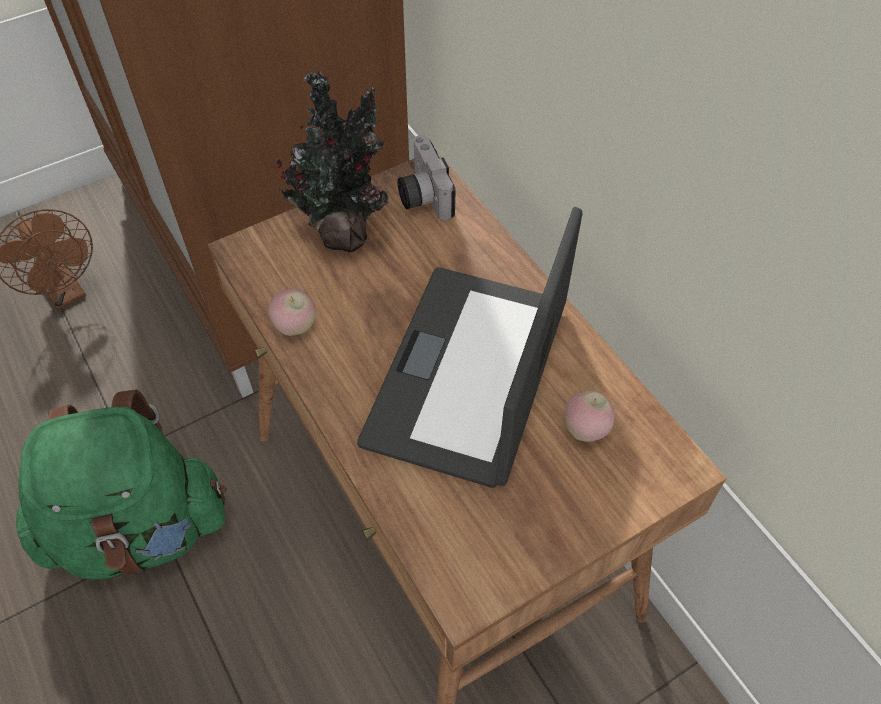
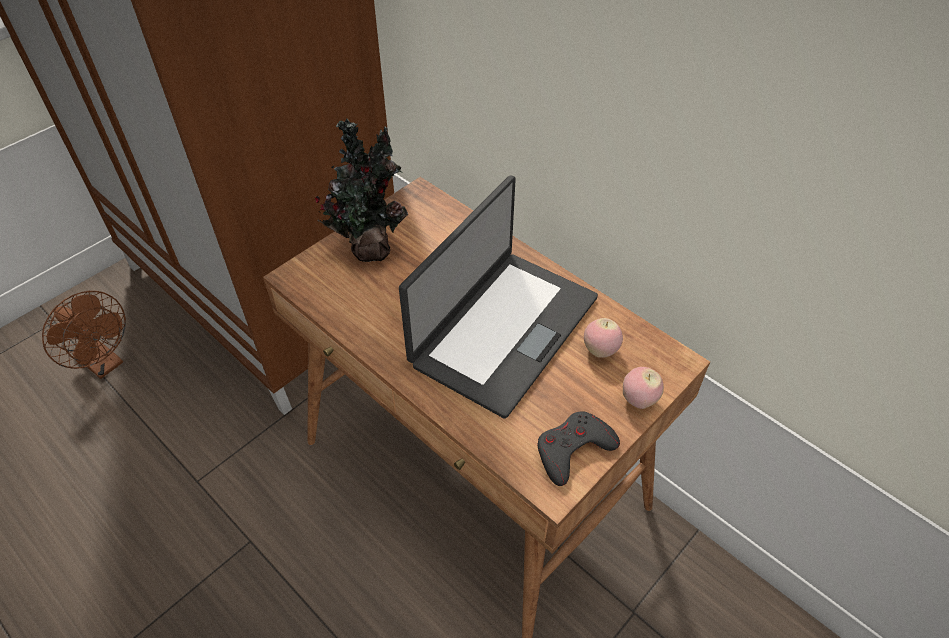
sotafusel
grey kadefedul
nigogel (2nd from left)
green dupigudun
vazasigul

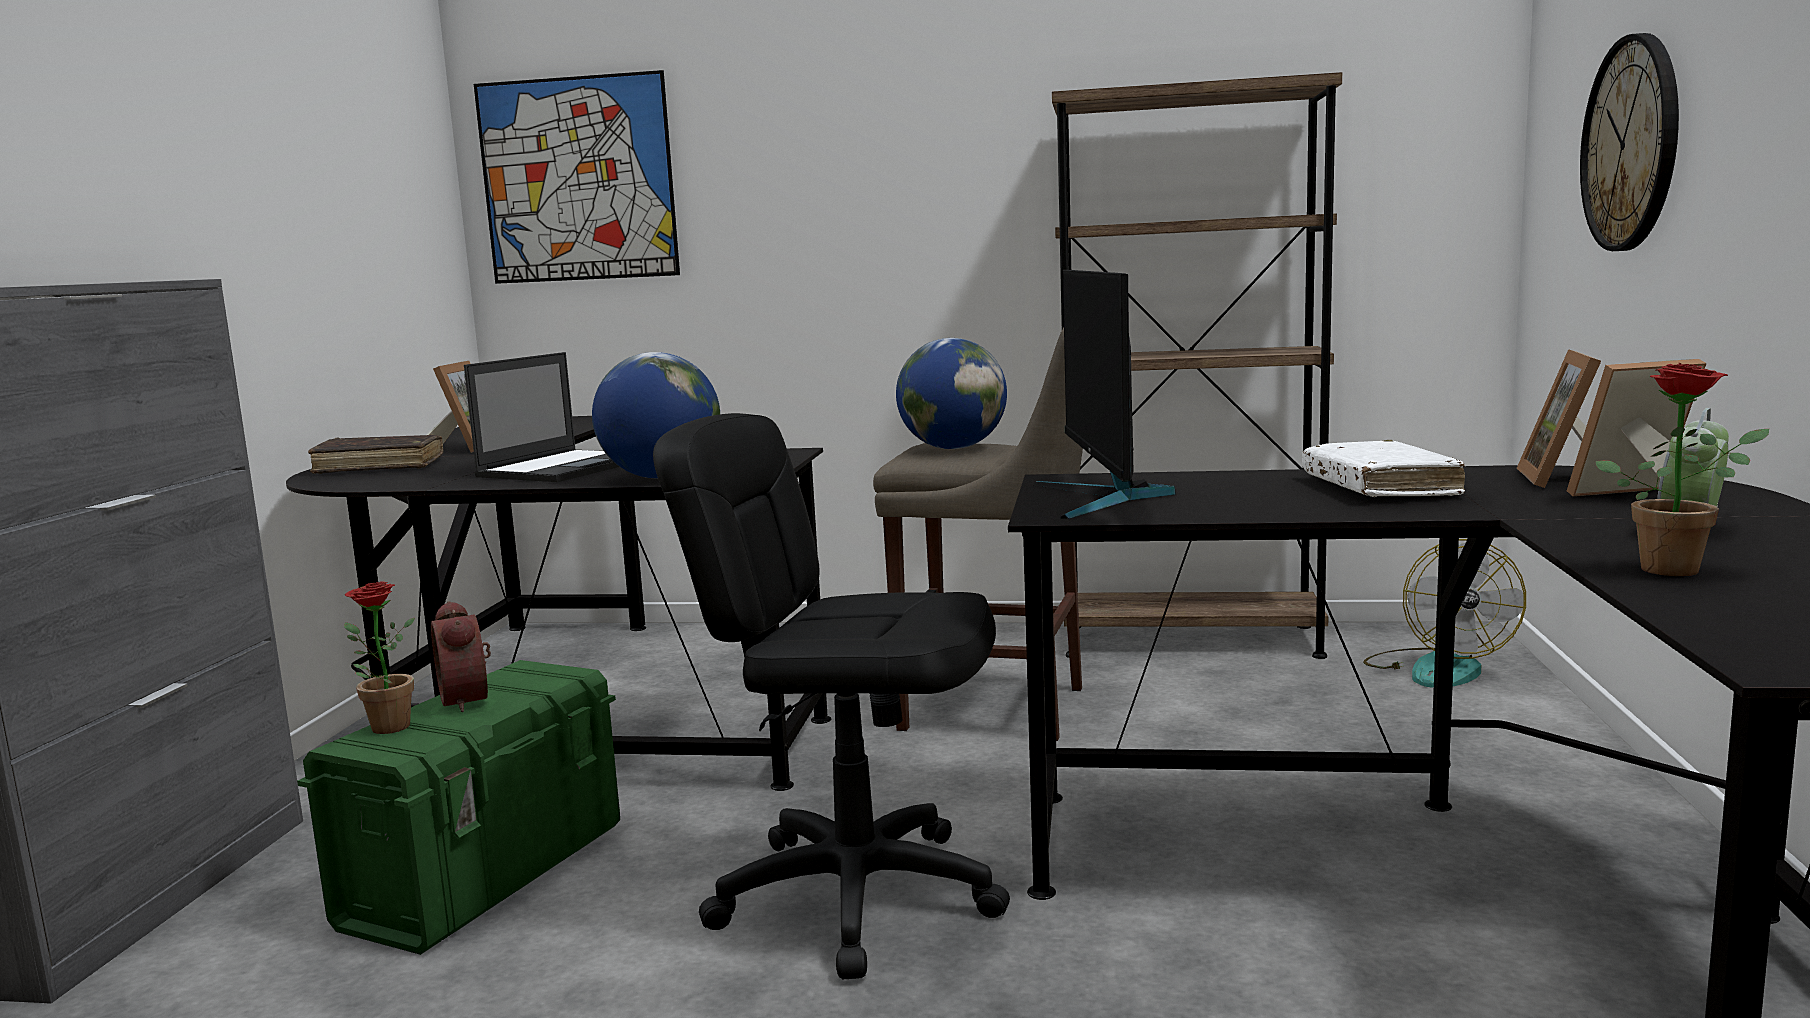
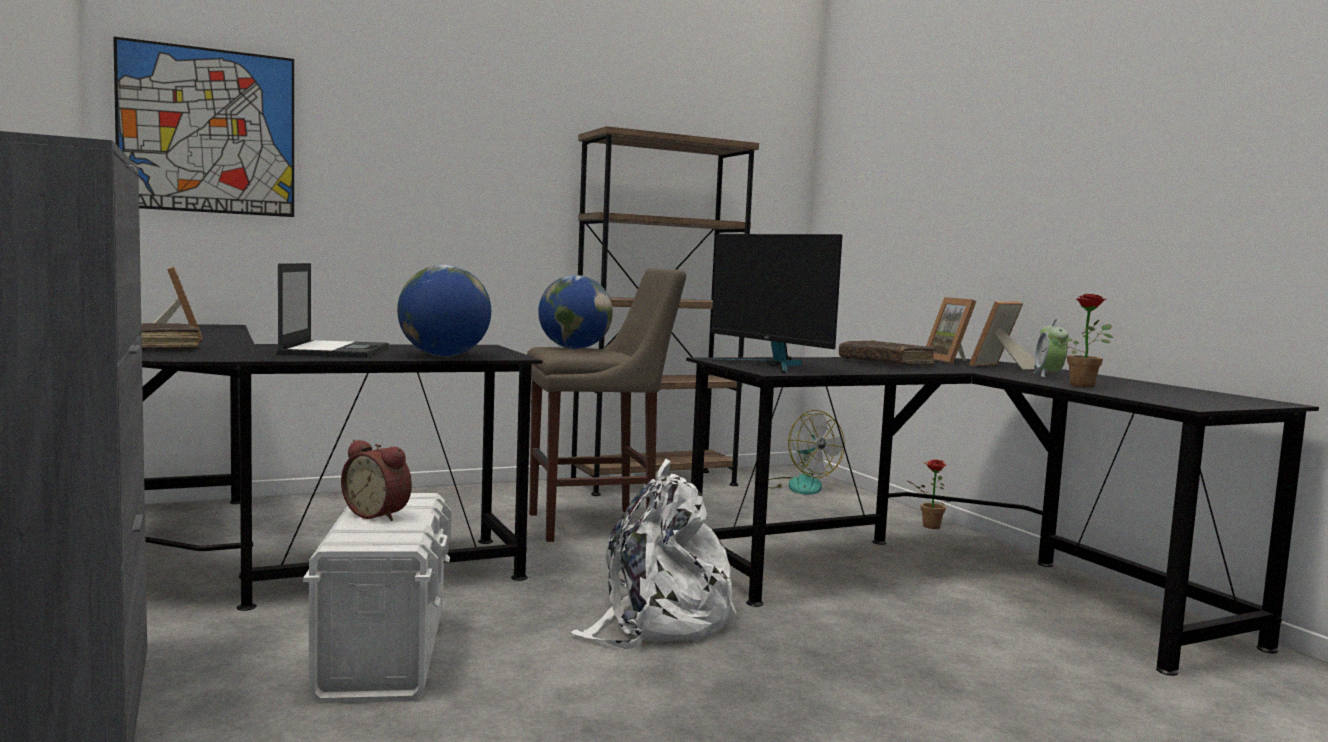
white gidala
white dupigudun
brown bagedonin (2nd from left)
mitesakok (1st from left)
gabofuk

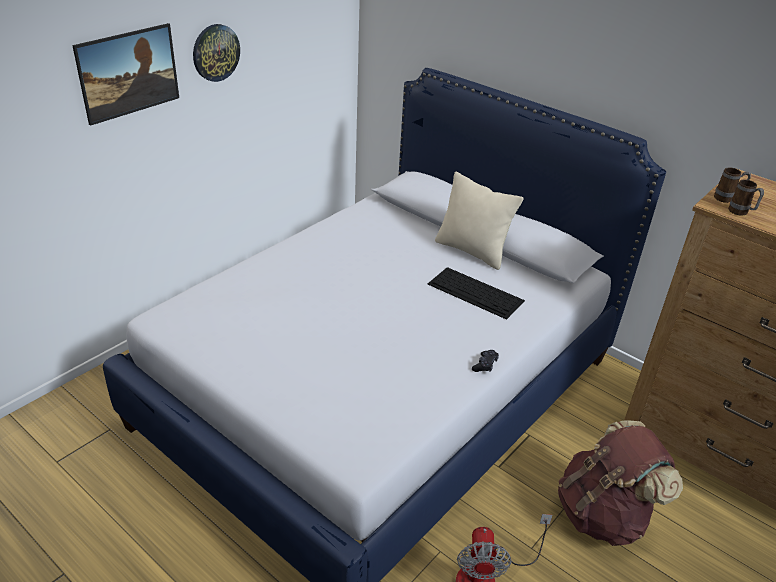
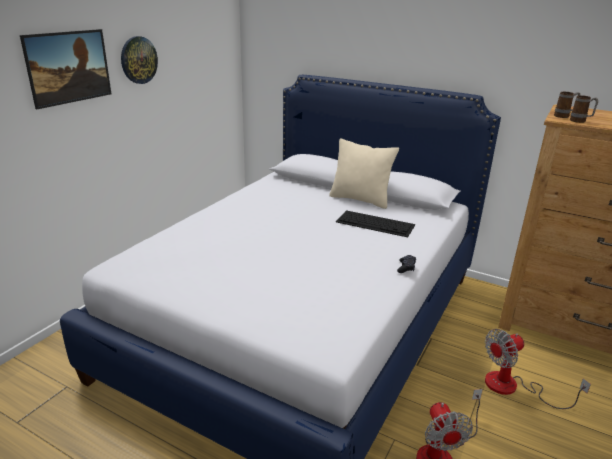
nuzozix (2nd from left)

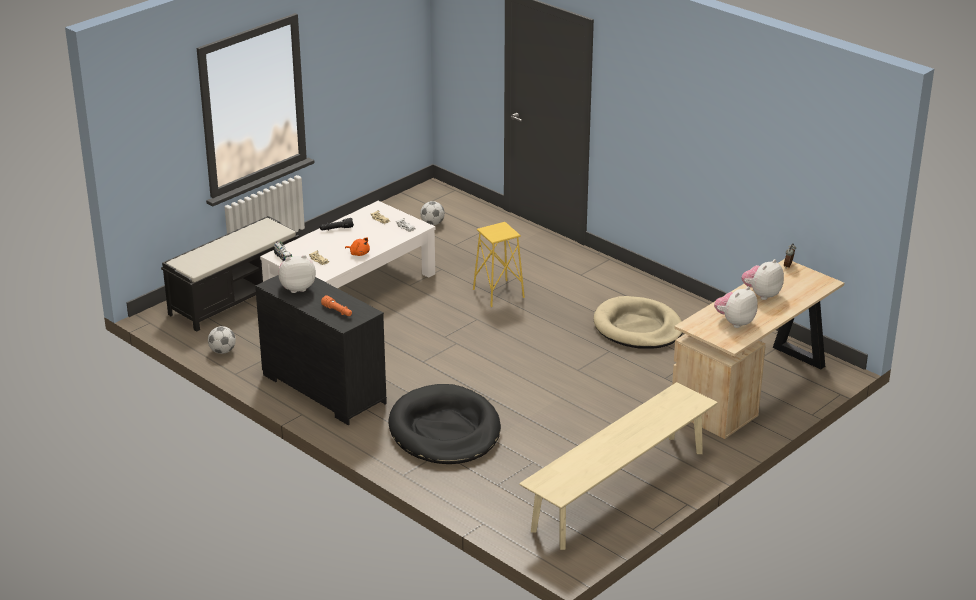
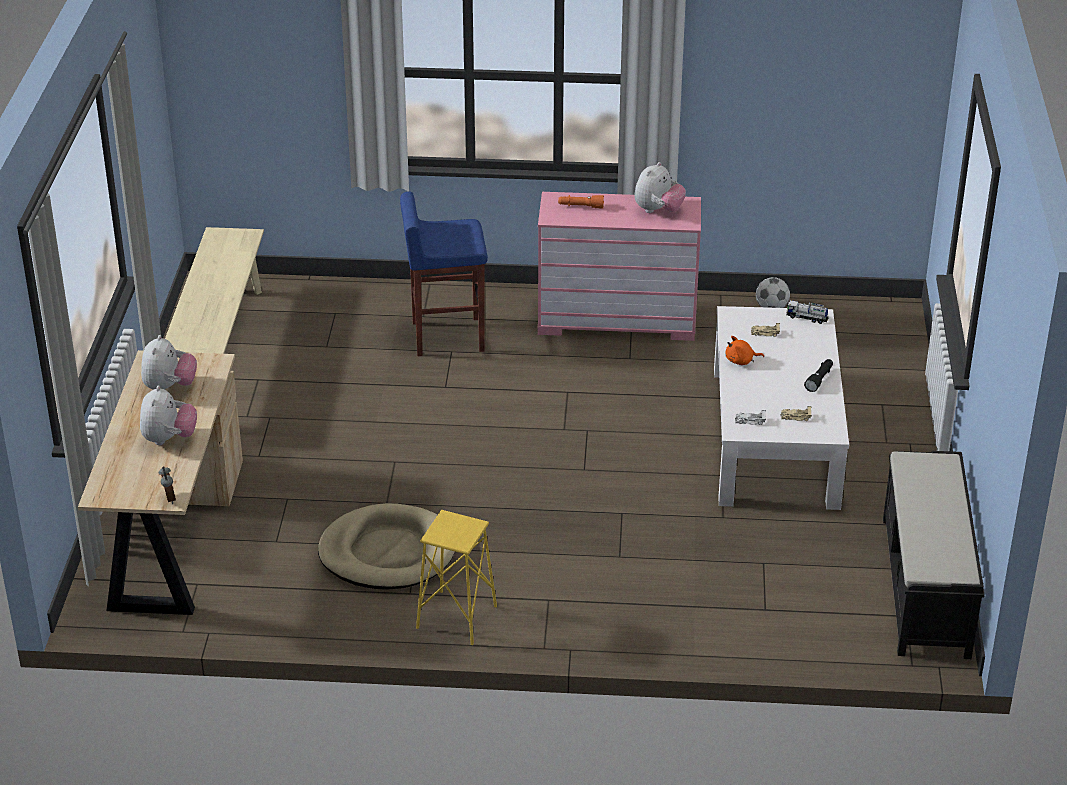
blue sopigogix
yellow sopigogix
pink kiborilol
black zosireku
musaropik (2nd from left in the first image)

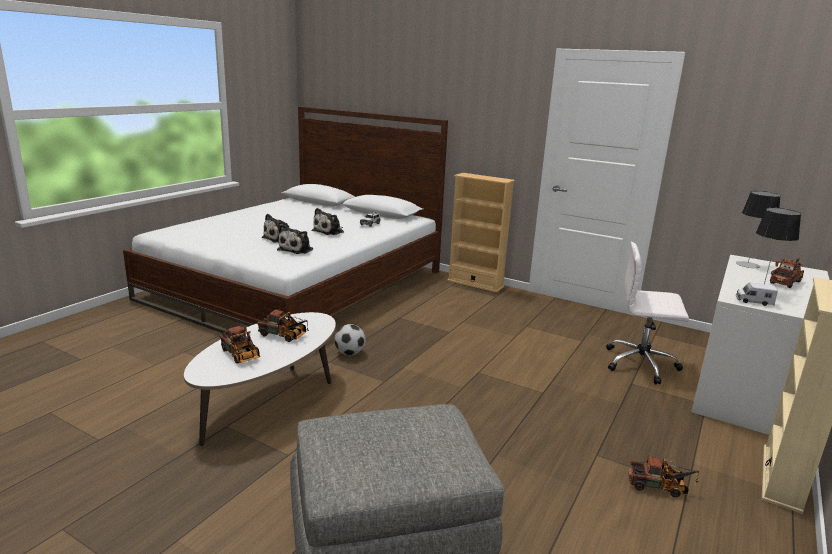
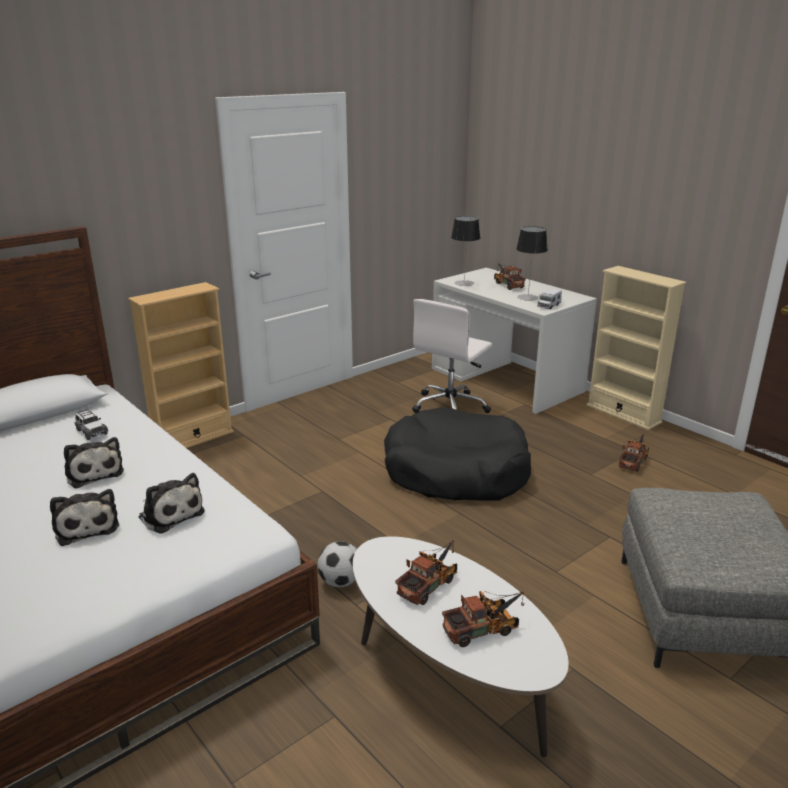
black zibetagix

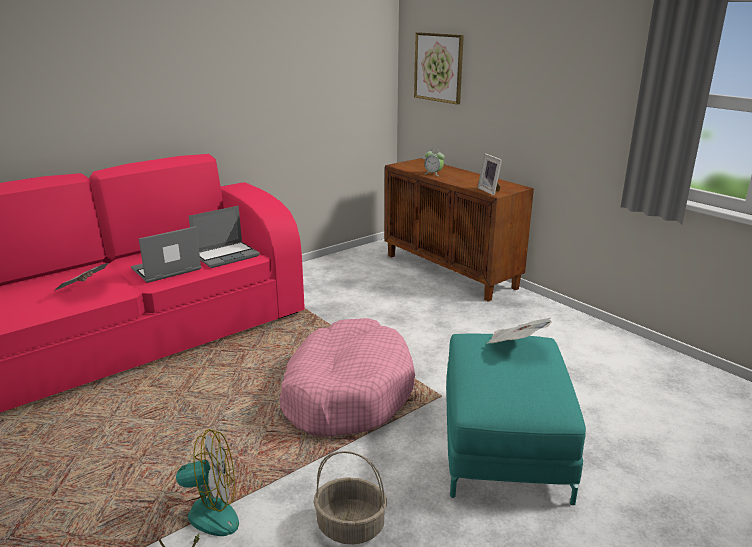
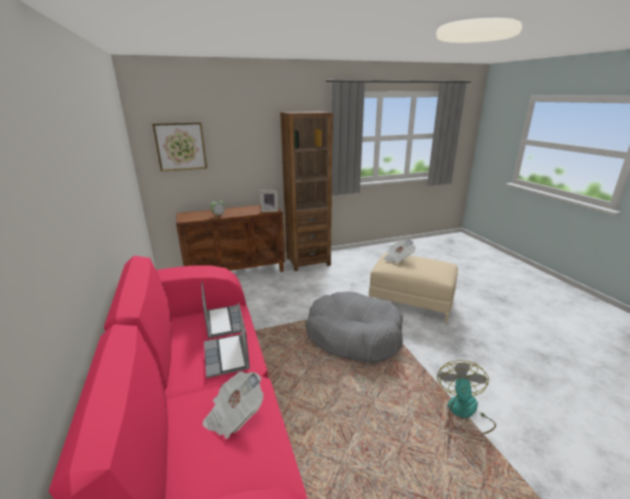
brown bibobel
grey zibetagix
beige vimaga
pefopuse

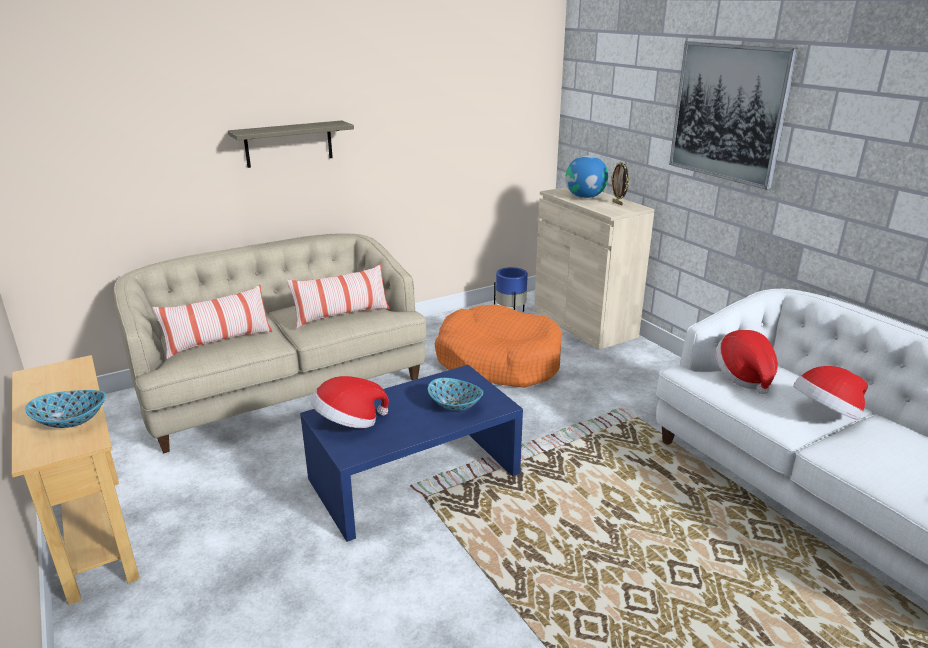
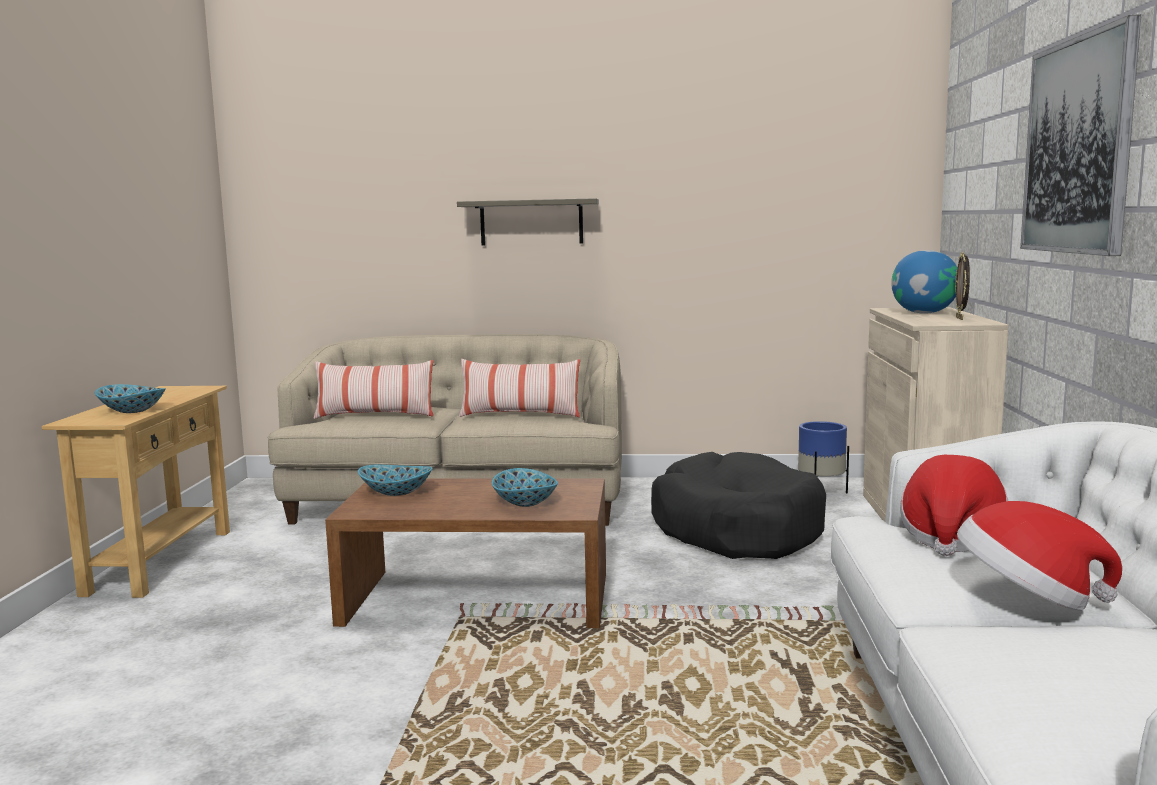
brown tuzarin
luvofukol (2nd from left)
black zibetagix

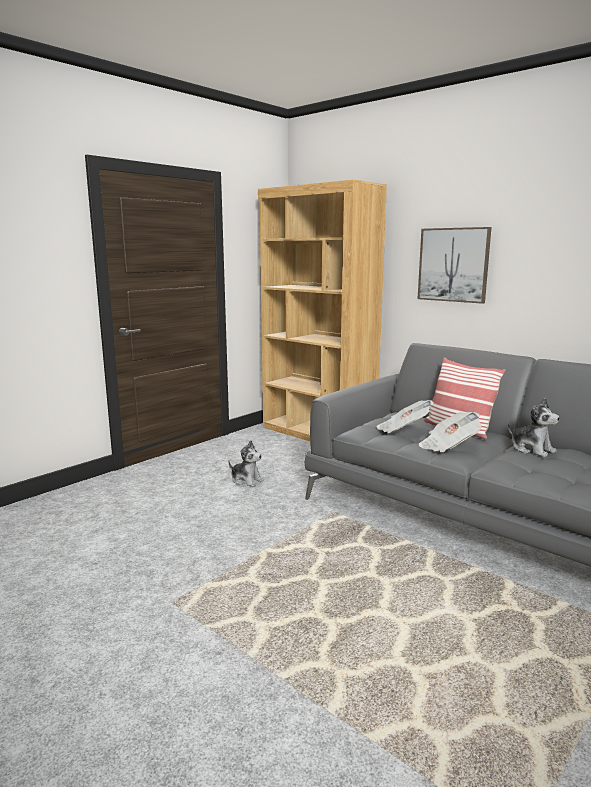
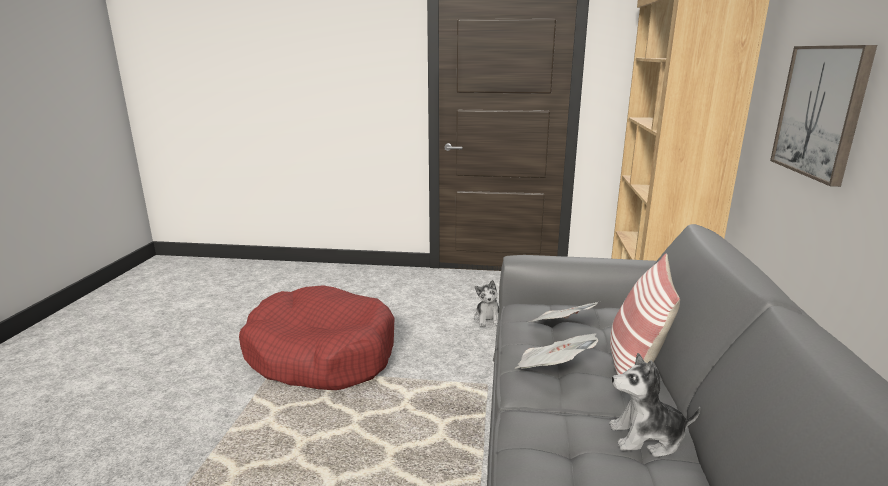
red zibetagix
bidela (2nd from left)

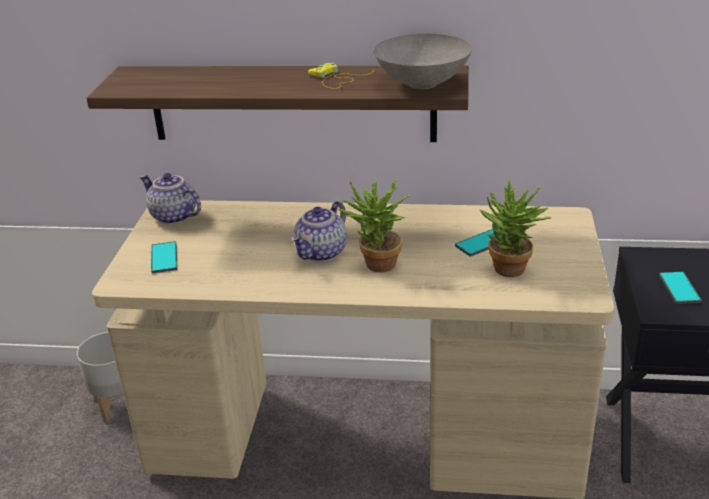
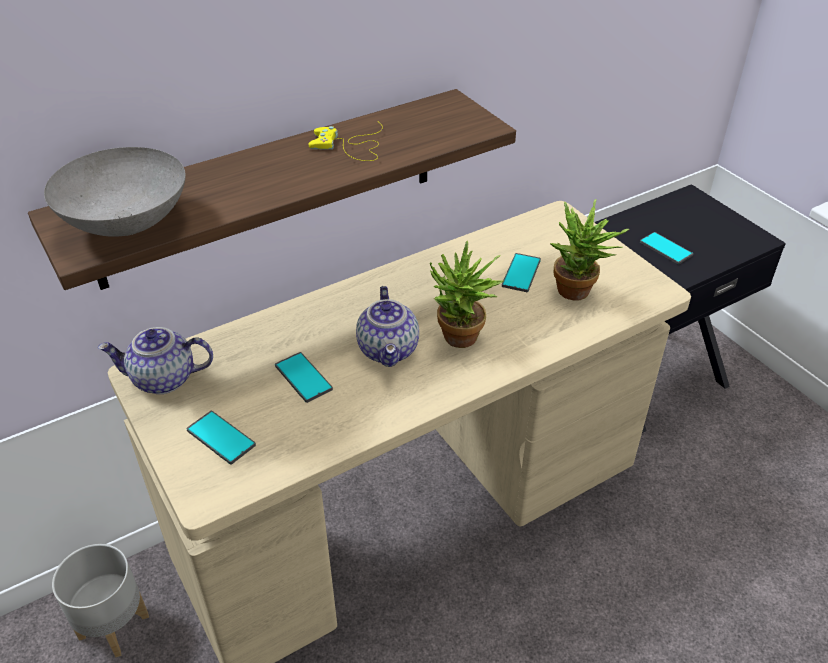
grey luvofukol
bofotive (2nd from left)

